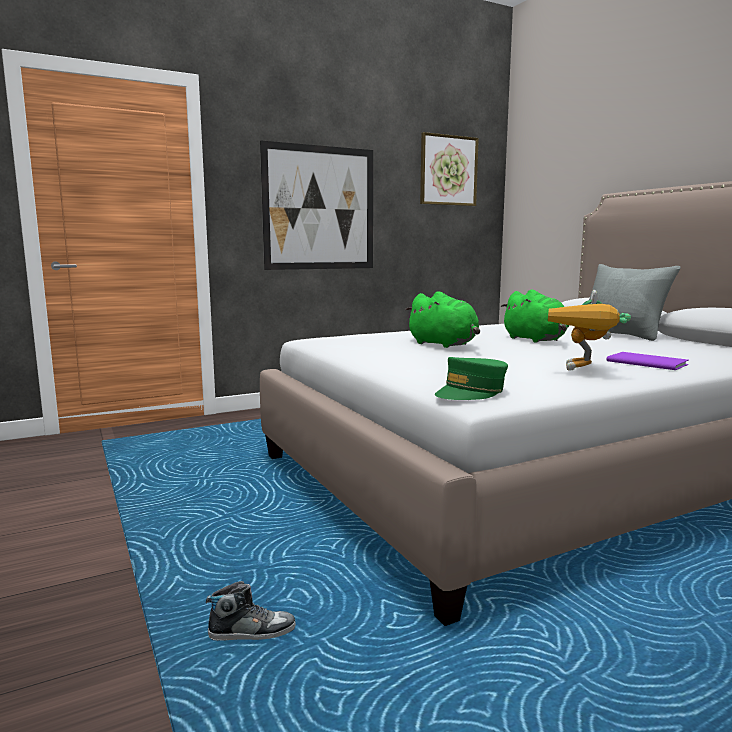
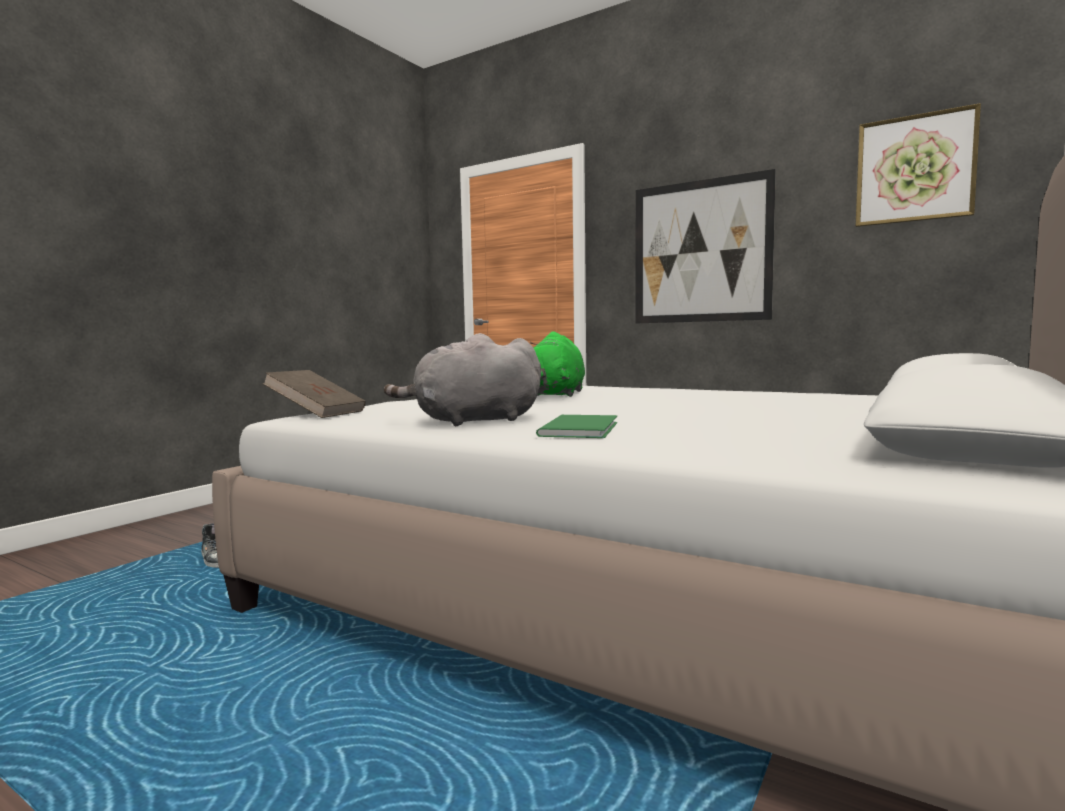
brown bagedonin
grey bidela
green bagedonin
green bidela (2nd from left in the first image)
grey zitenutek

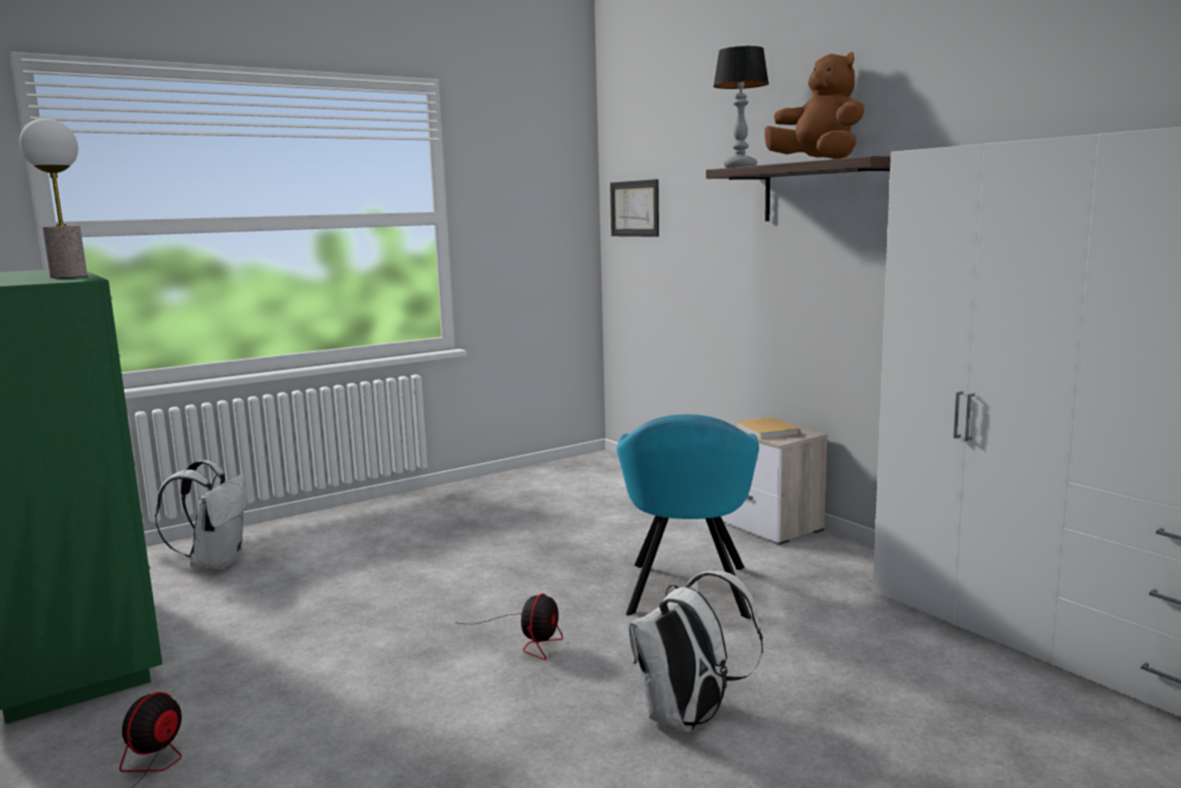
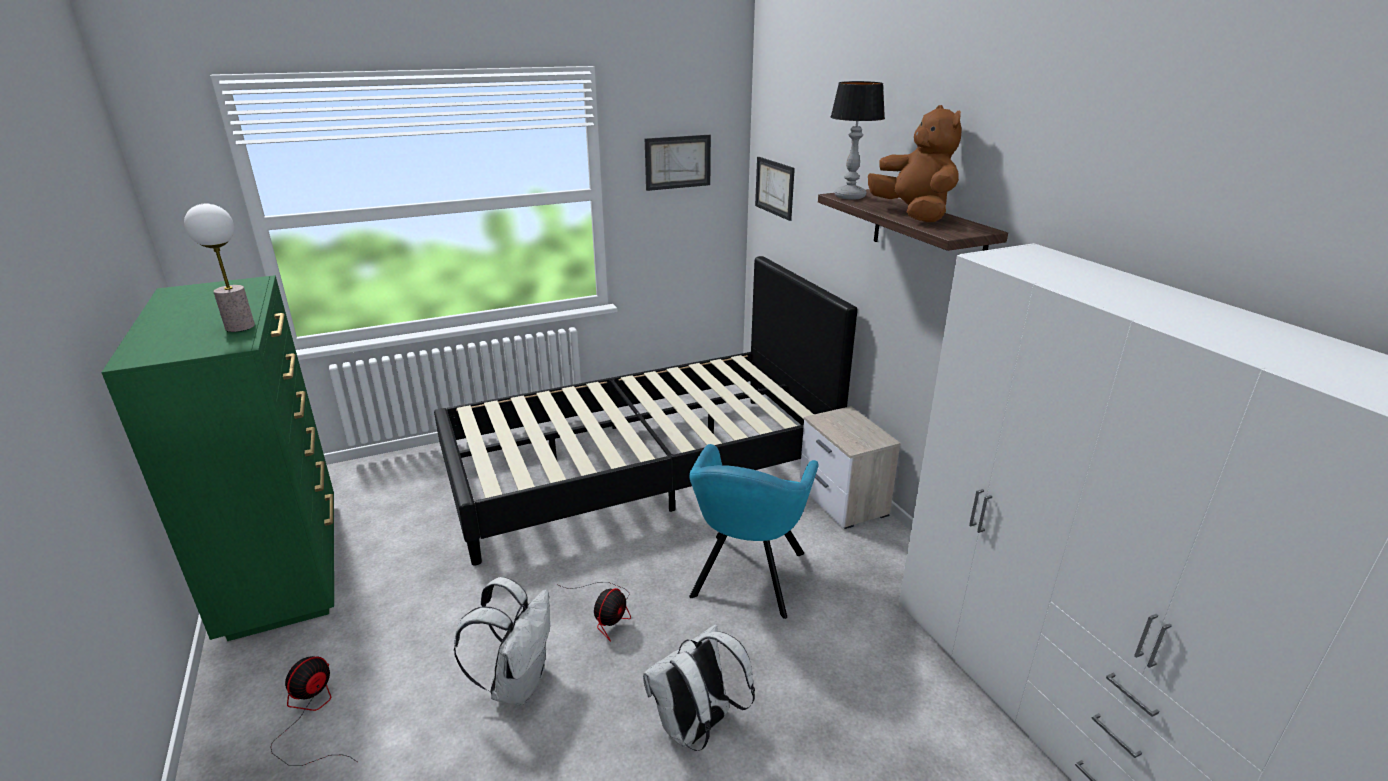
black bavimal
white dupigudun (1st from left)
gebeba (1st from left)
beige bagedonin

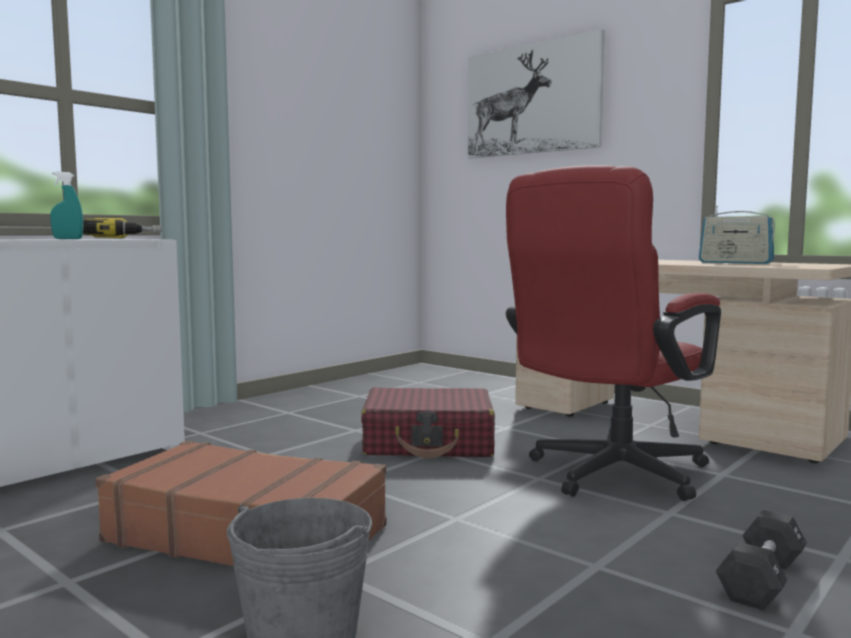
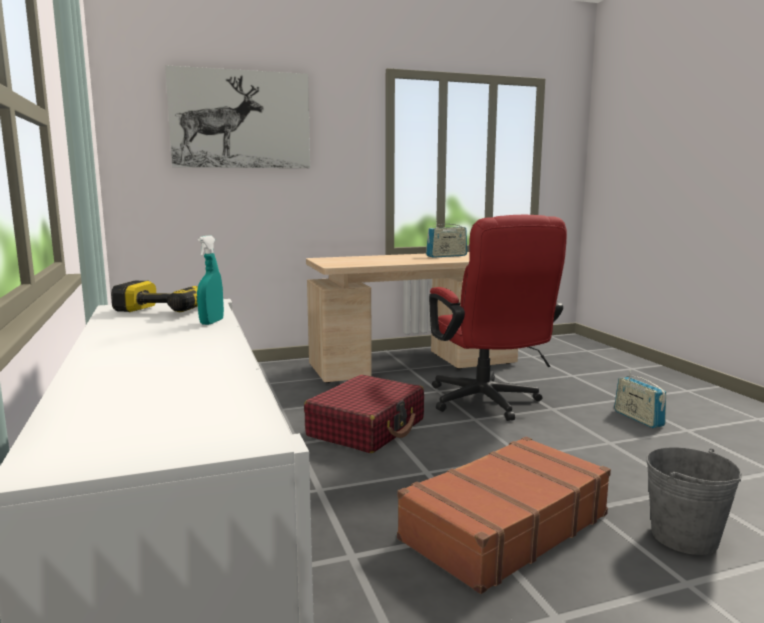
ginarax (2nd from left)

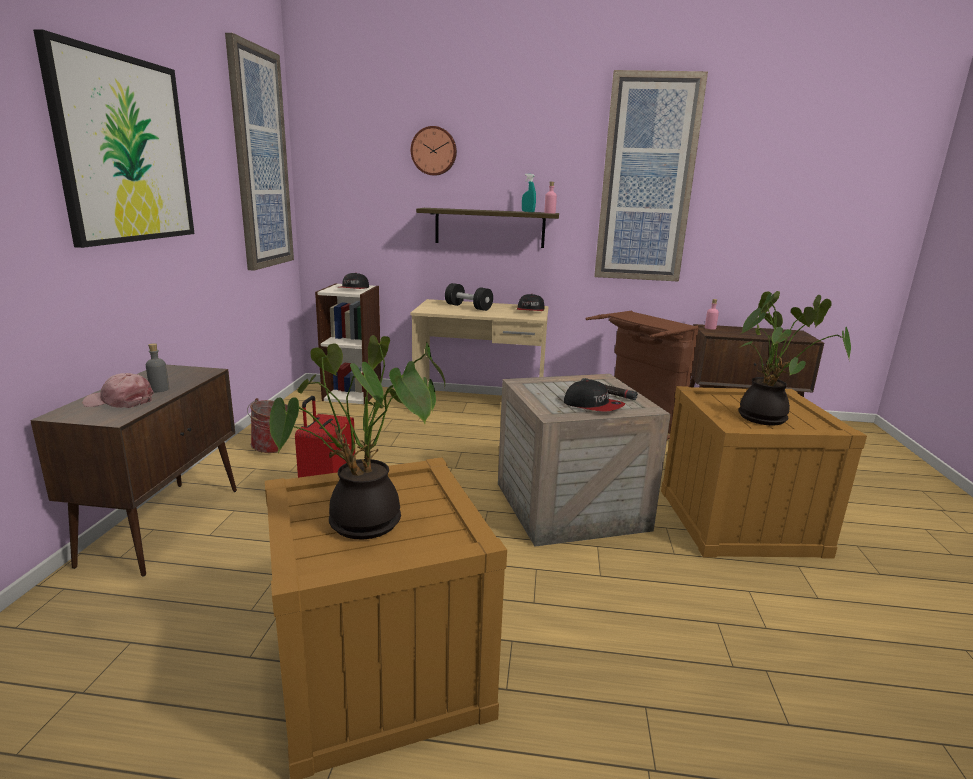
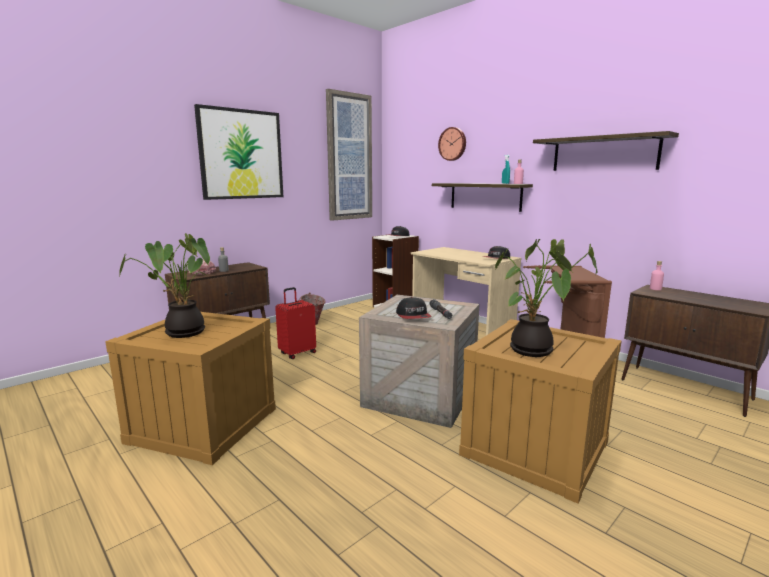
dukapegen (2nd from left)
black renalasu

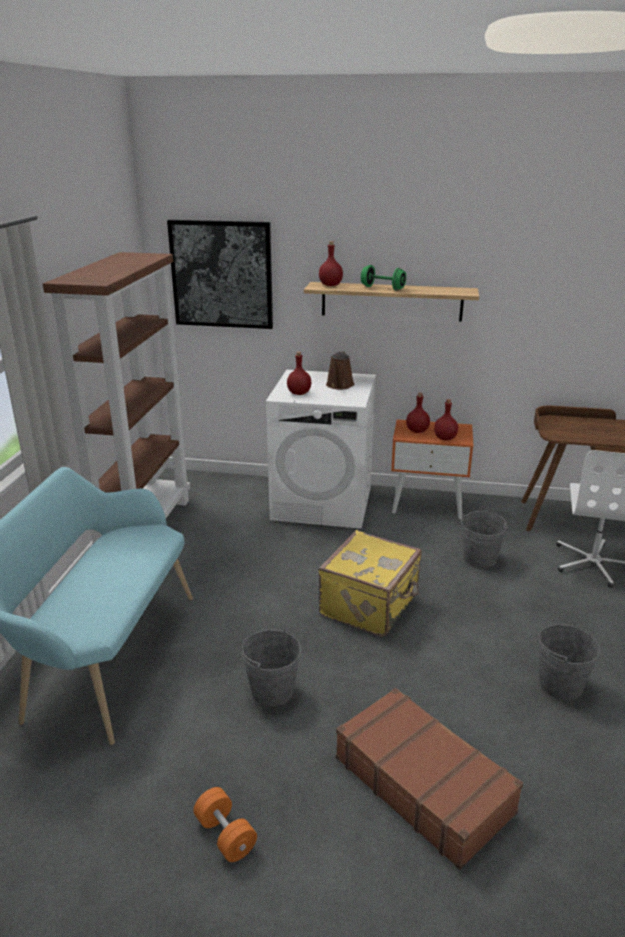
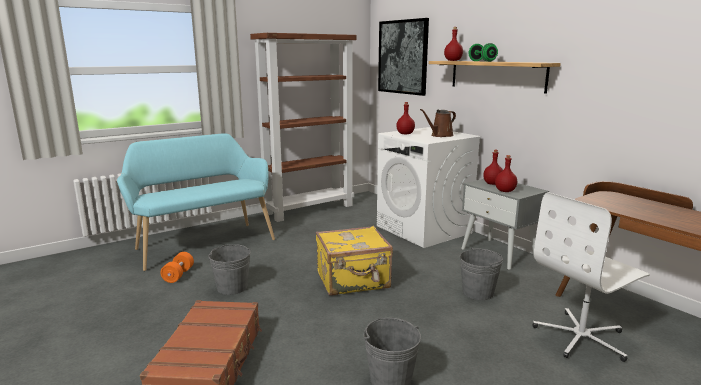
orange renalasu
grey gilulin

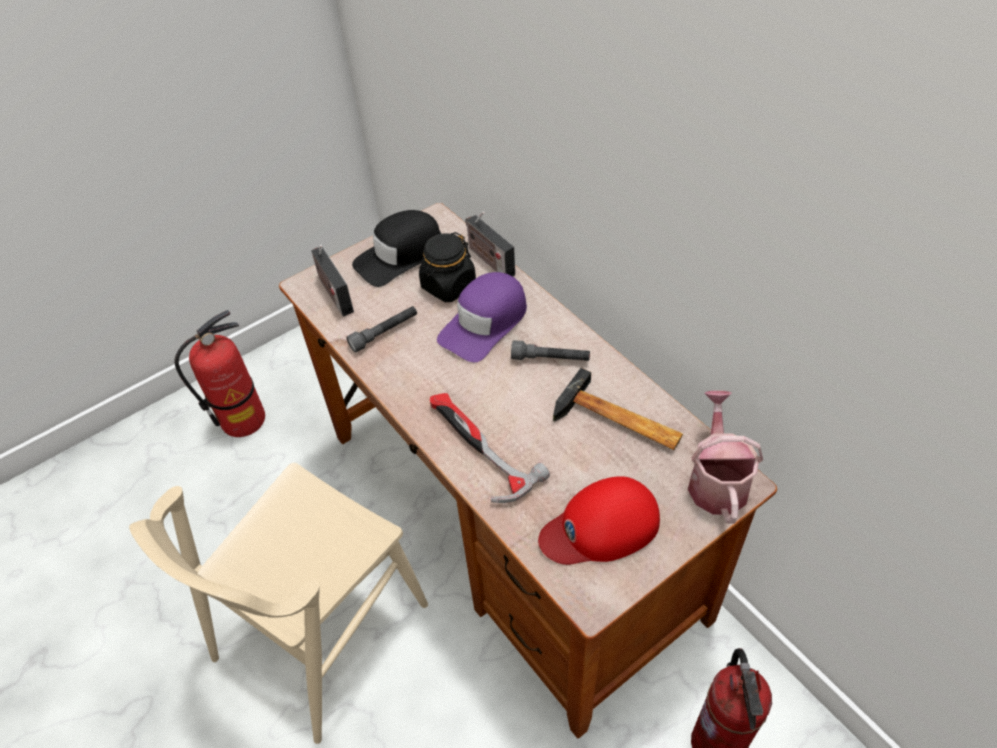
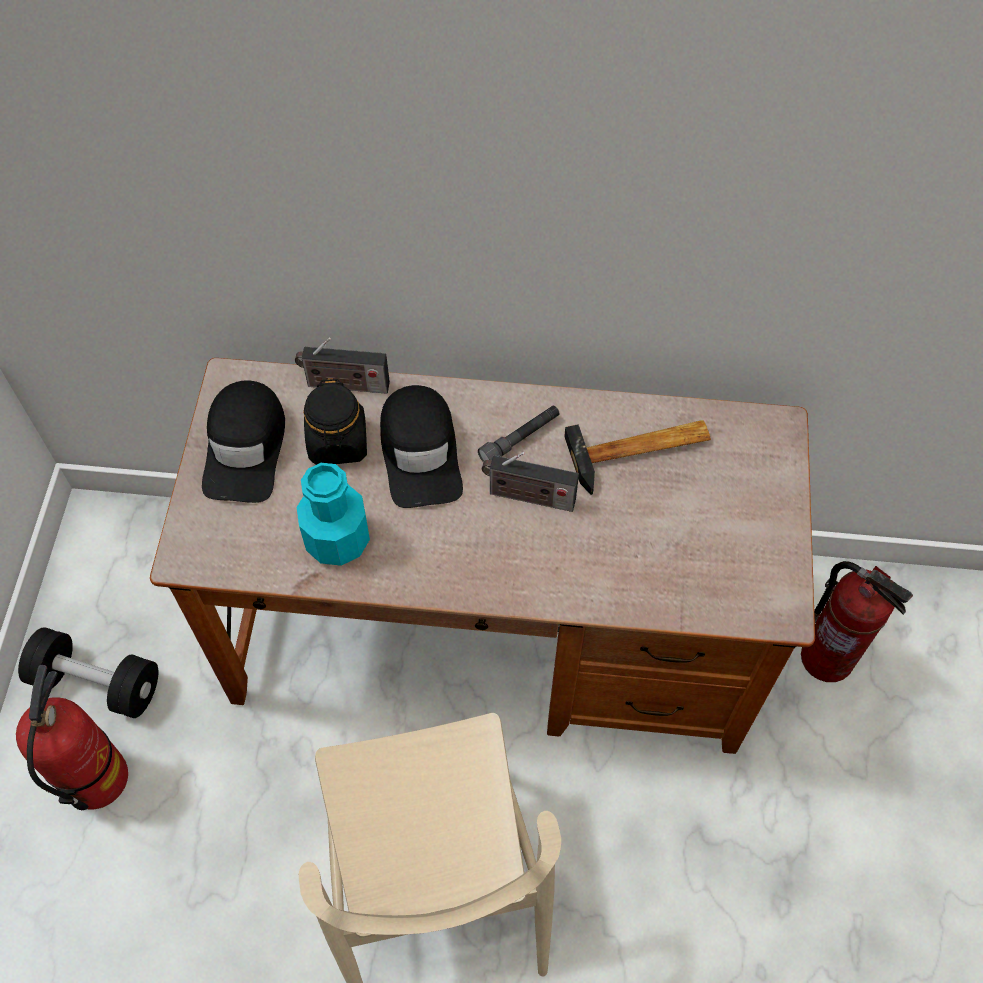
black renalasu
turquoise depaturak
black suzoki (2nd from left)
ginarax (2nd from left)
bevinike (1st from left in the first image)
red suzoki
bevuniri

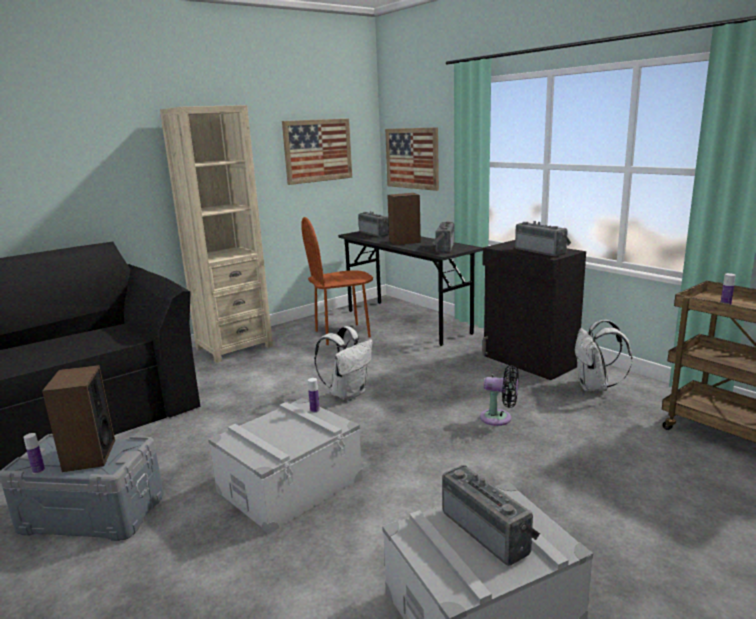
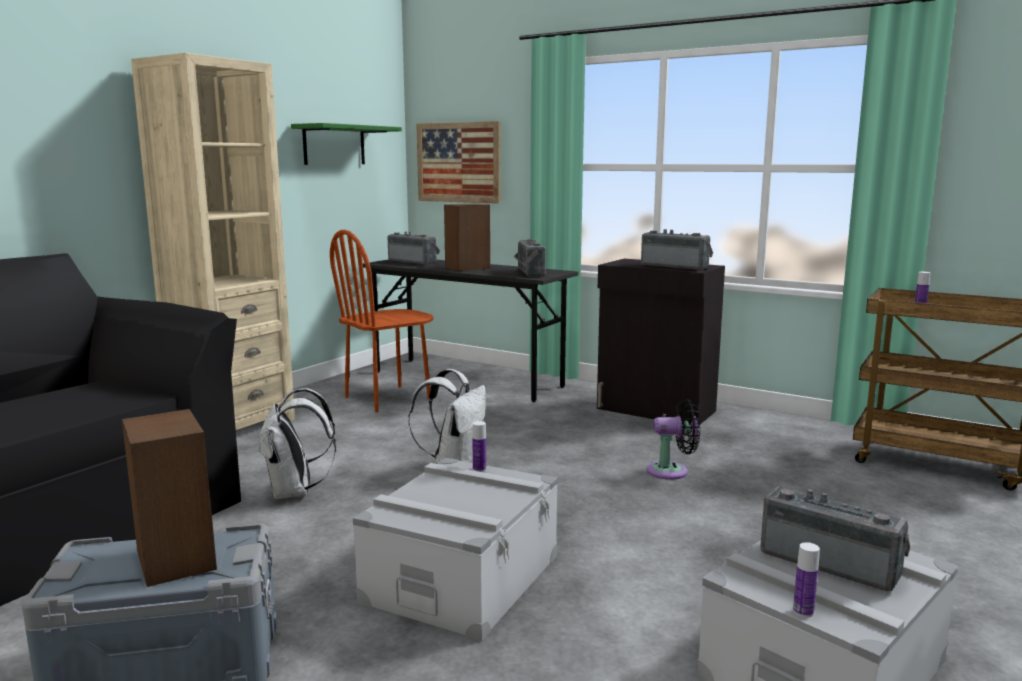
white dupigudun (1st from left)
green dukapegen
depaturak (2nd from left)

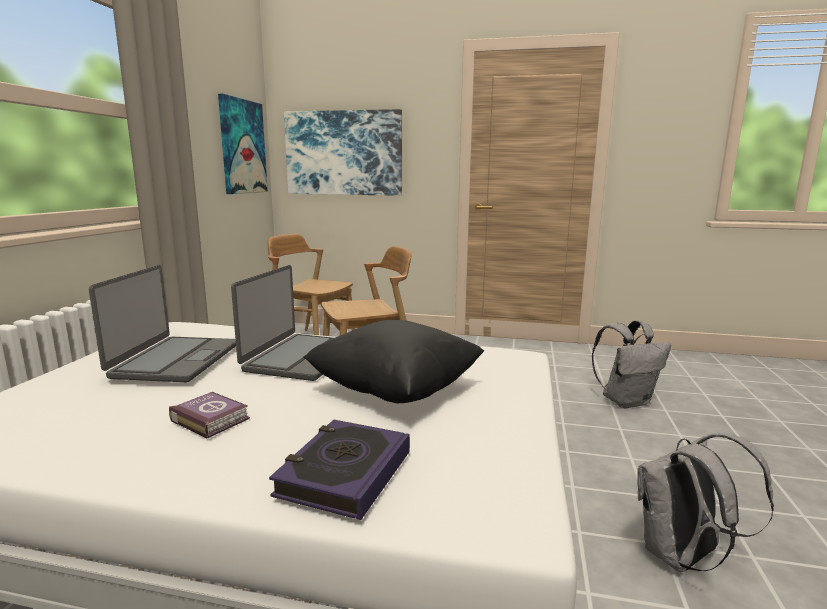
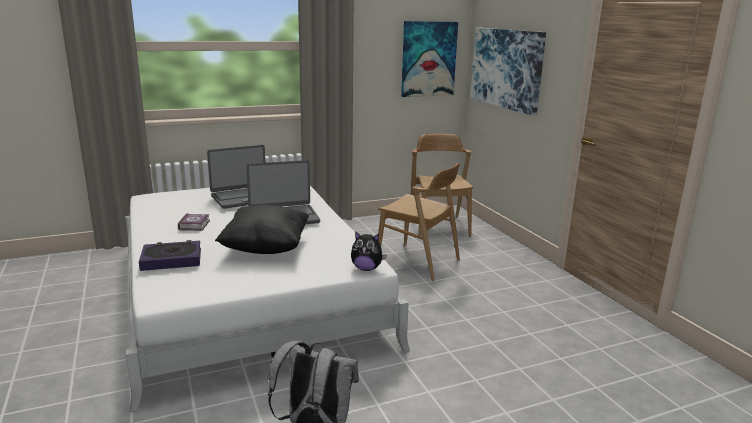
bidela
grey dupigudun (1st from left in the first image)

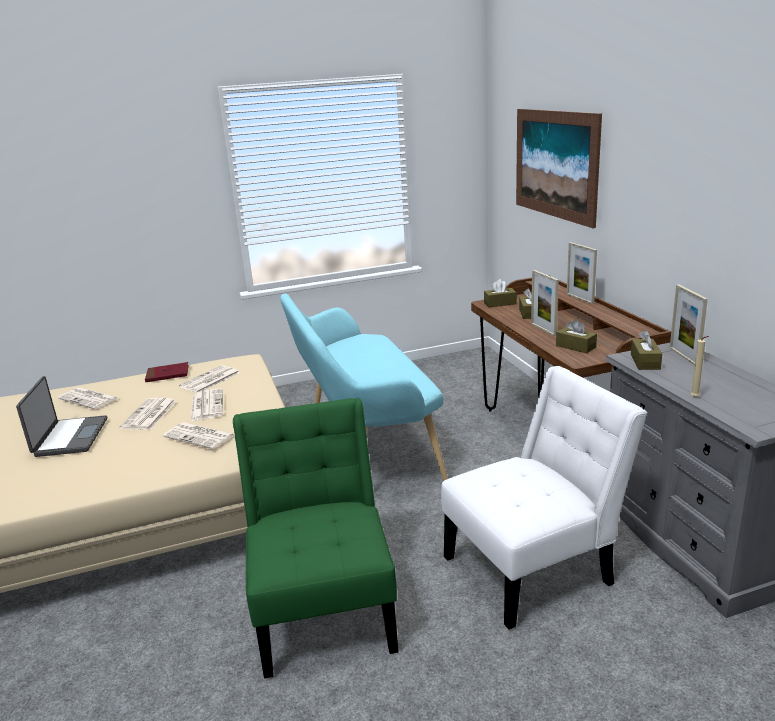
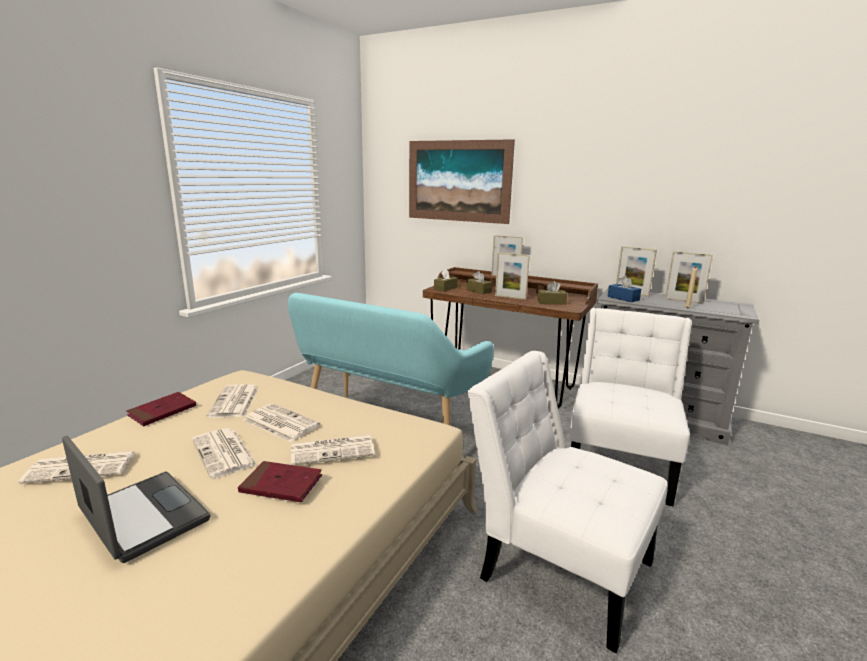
red bagedonin (2nd from left)
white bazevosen (1st from left)
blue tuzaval
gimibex (4th from left)

